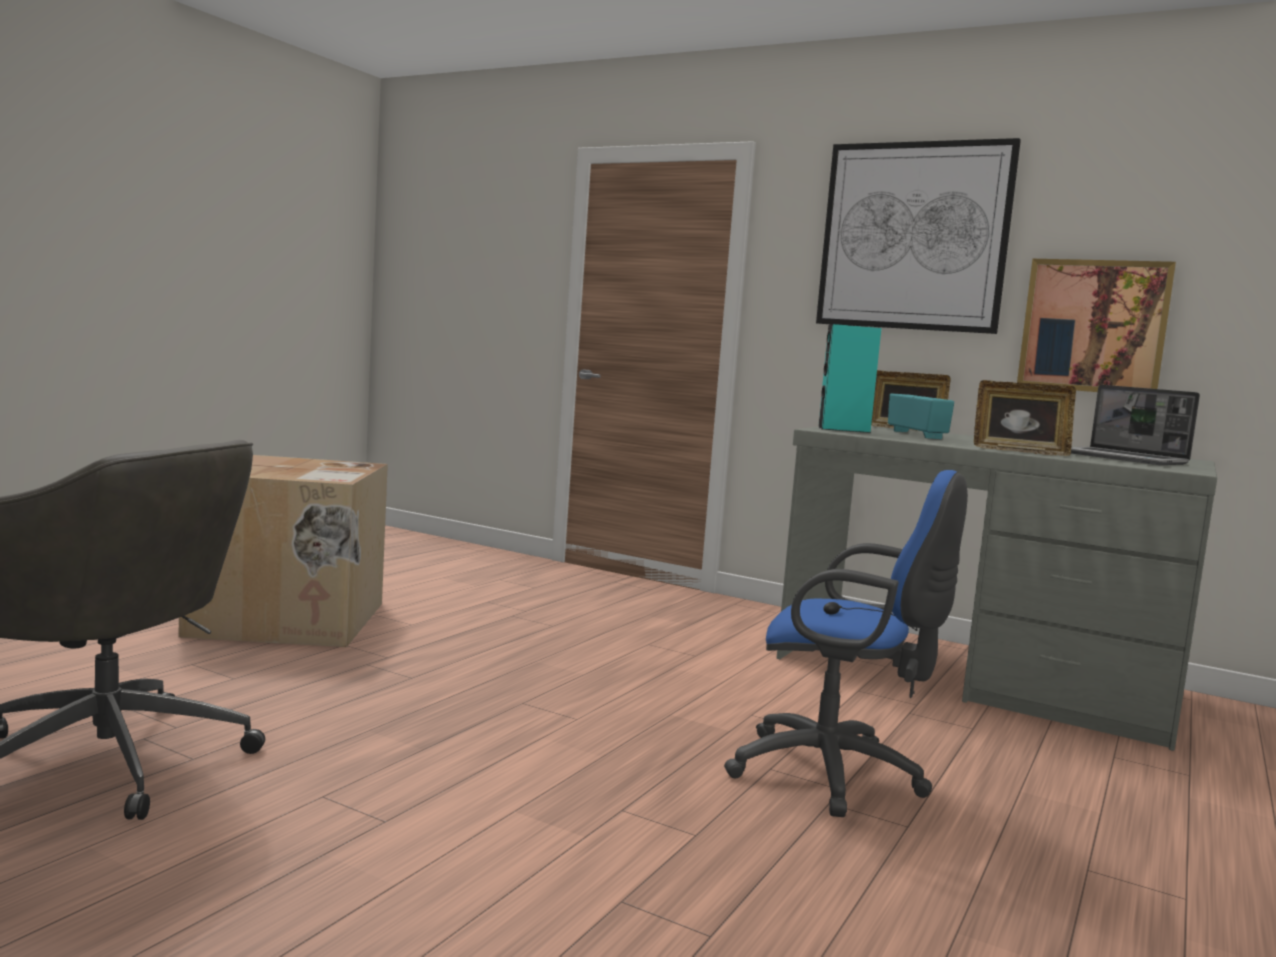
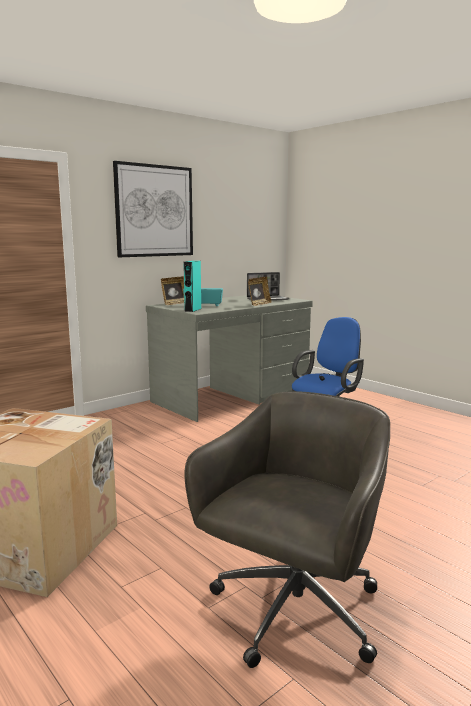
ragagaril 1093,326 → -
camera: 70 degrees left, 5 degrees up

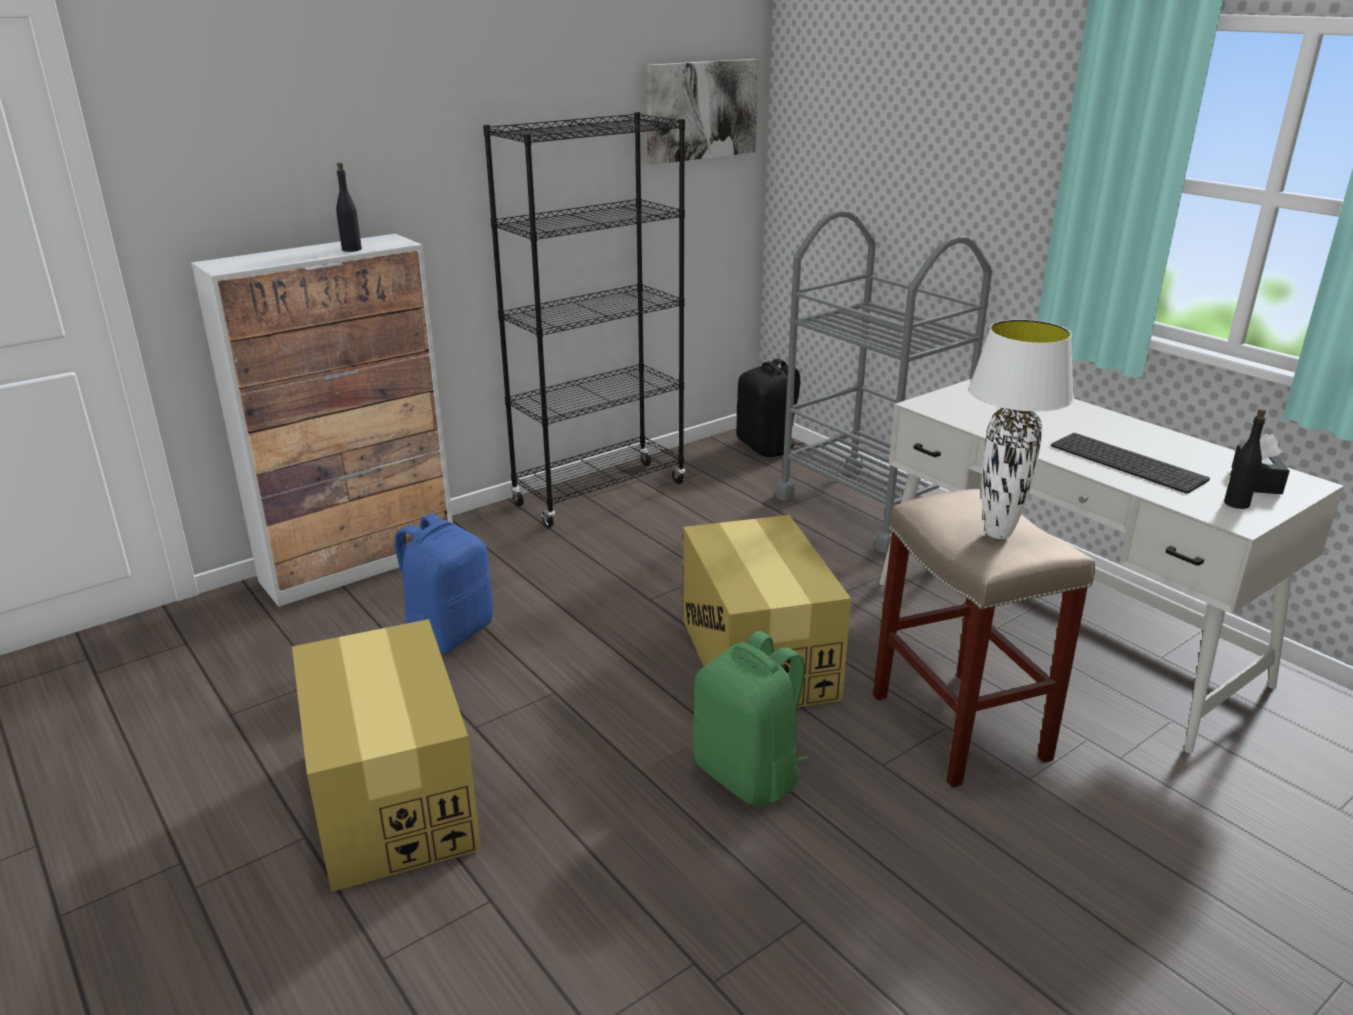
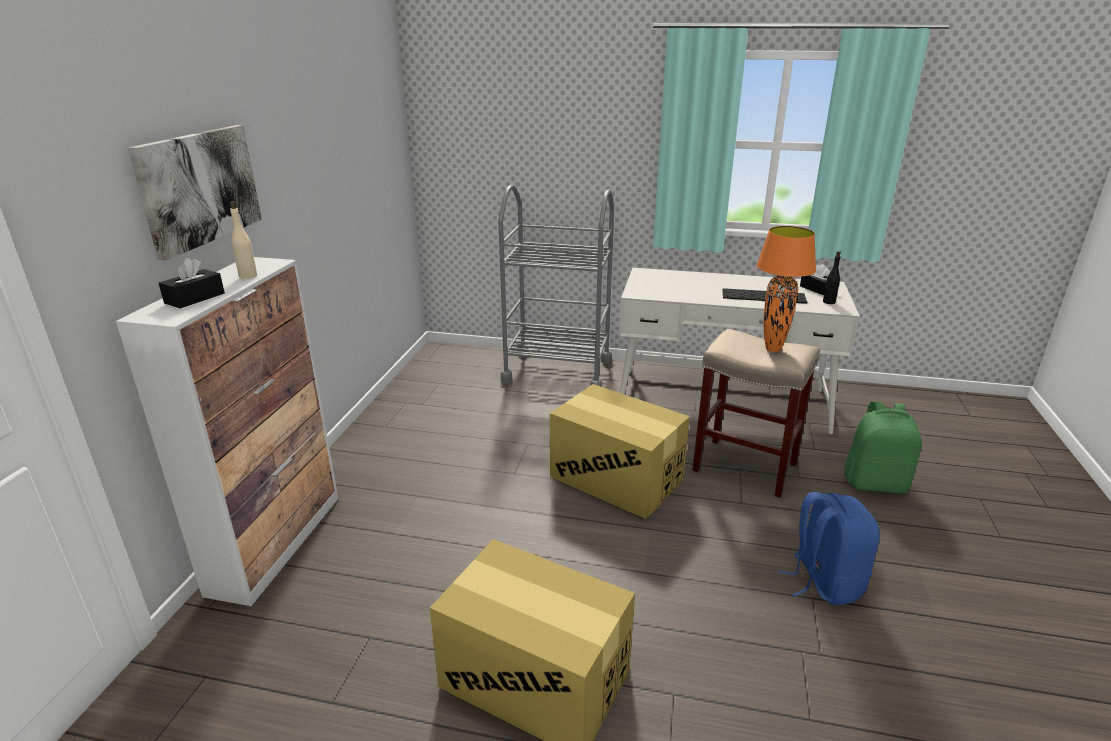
ragagaril 701,110 → ragagaril 199,188, moved
- → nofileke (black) 195,298
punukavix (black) 351,249 → punukavix (beige) 248,276
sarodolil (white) 998,534 → sarodolil (orange) 773,349
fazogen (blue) 448,633 → fazogen (blue) 823,581, moved
fazogen (green) 749,775 → fazogen (green) 875,483, moved
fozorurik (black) 600,494 → -
fazogen (black) 767,447 → -
camera: 40 degrees left, 0 degrees up

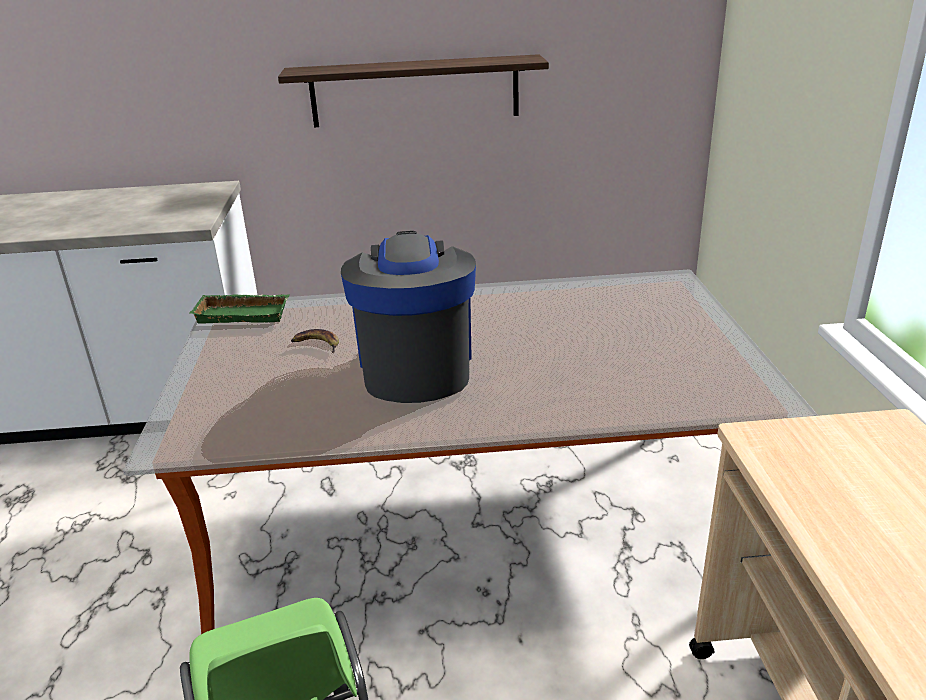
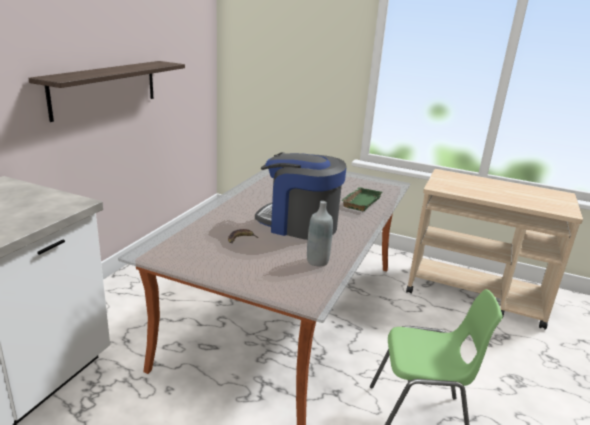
- → punukavix (grey) 317,261
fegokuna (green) 244,313 → fegokuna (green) 360,201, moved
camera: 65 degrees left, 5 degrees down

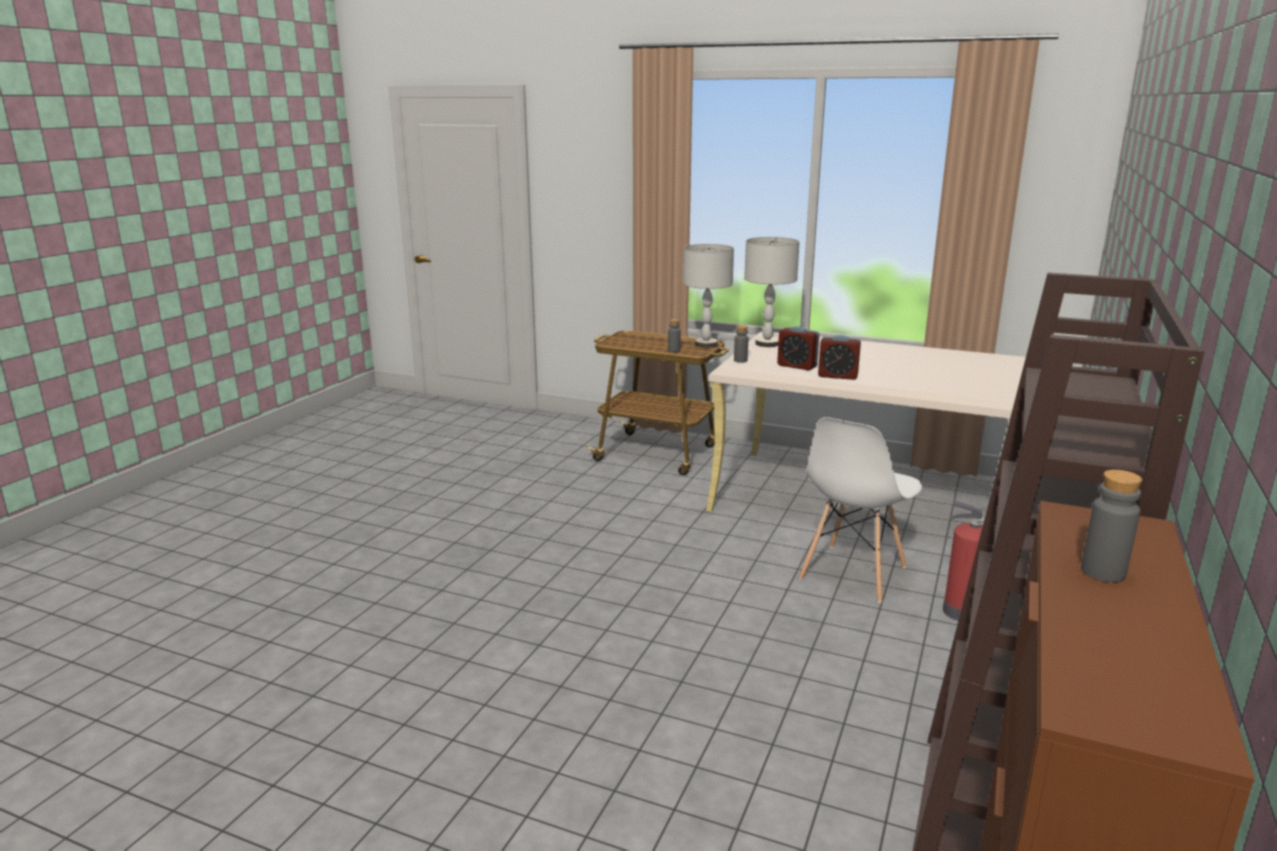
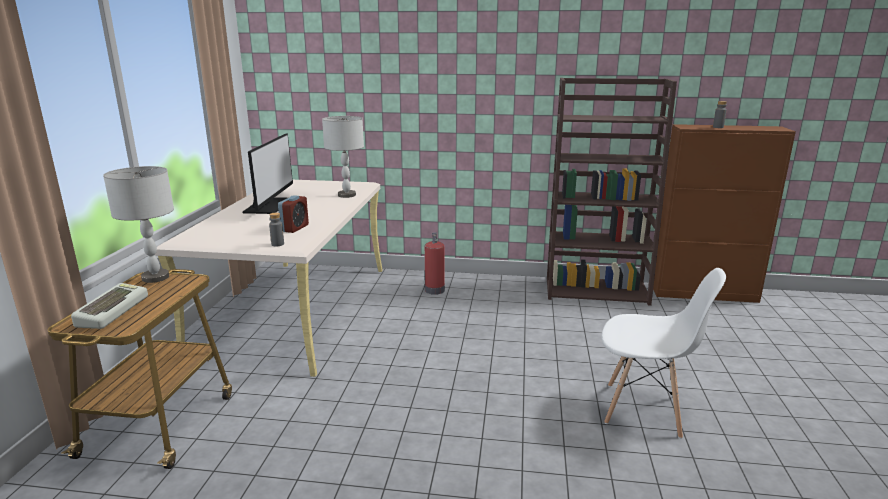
- → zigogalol 112,311
- → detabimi 269,206
sarodolil (grey) 767,344 → sarodolil (grey) 347,195, moved
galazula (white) 852,573 → galazula (white) 644,410, moved
punukavix (grey) 674,351 → -
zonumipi 837,376 → -
camera: 105 degrees left, 0 degrees up

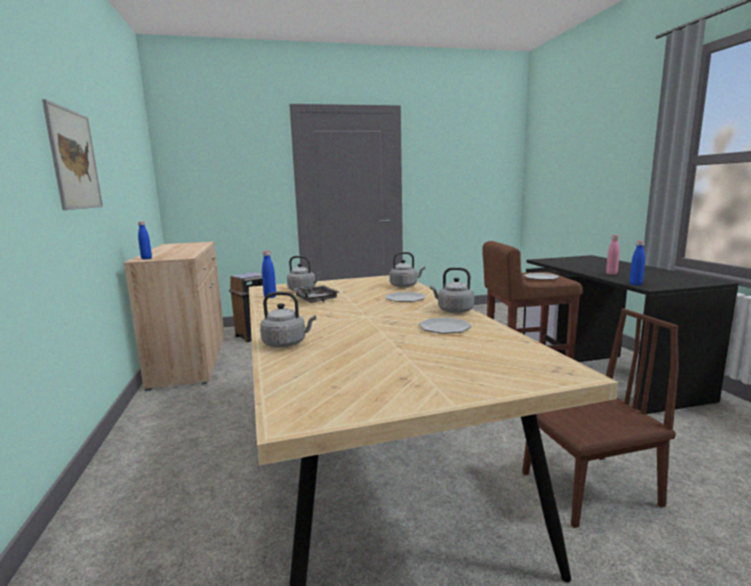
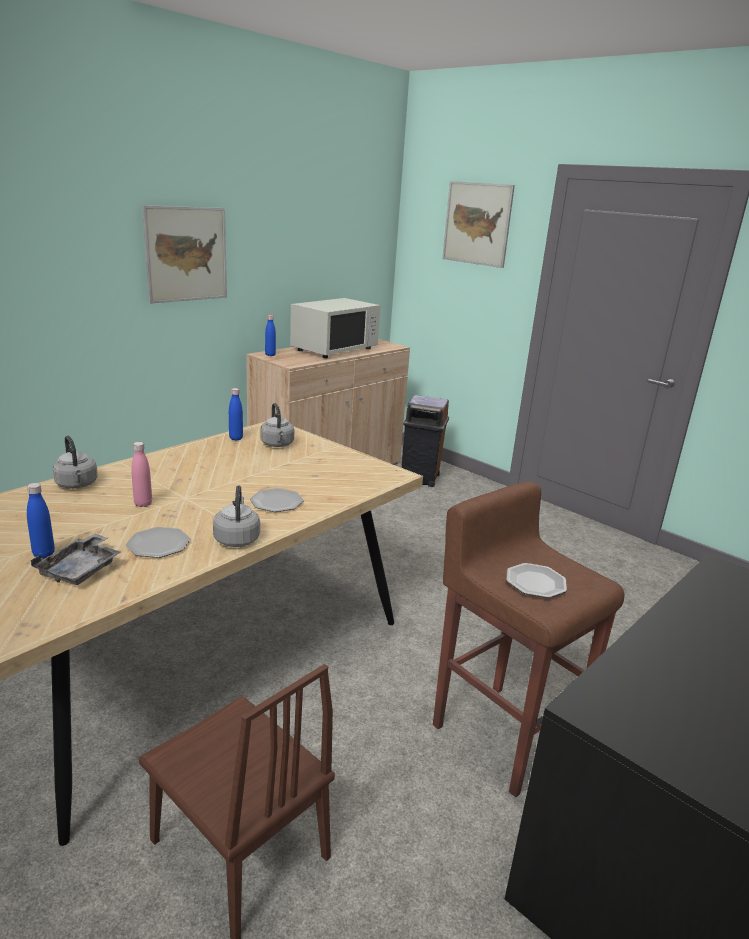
punukavix (blue) 635,284 → punukavix (blue) 44,554, moved
fegokuna (grey) 315,299 → fegokuna (grey) 81,569, moved
punukavix (pink) 611,274 → punukavix (pink) 143,504, moved
- → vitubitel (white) 334,349
- → ragagaril 477,224
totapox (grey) 405,286 → -
camera: 55 degrees right, 10 degrees up

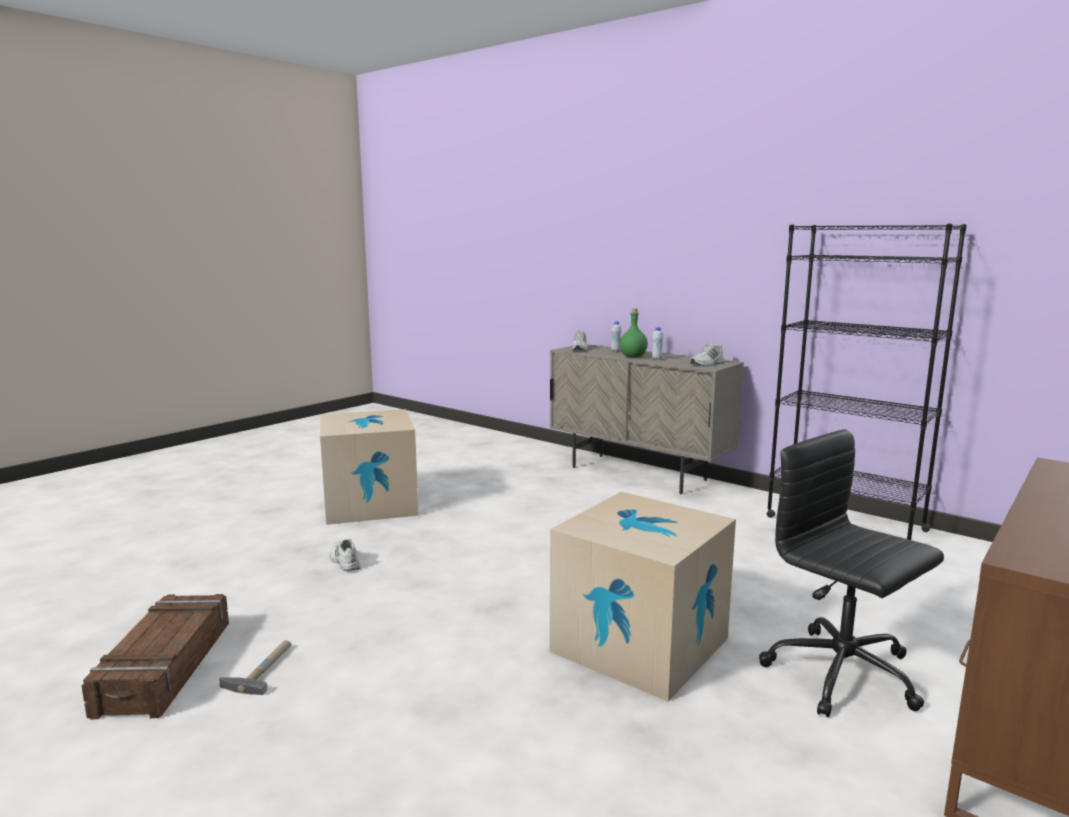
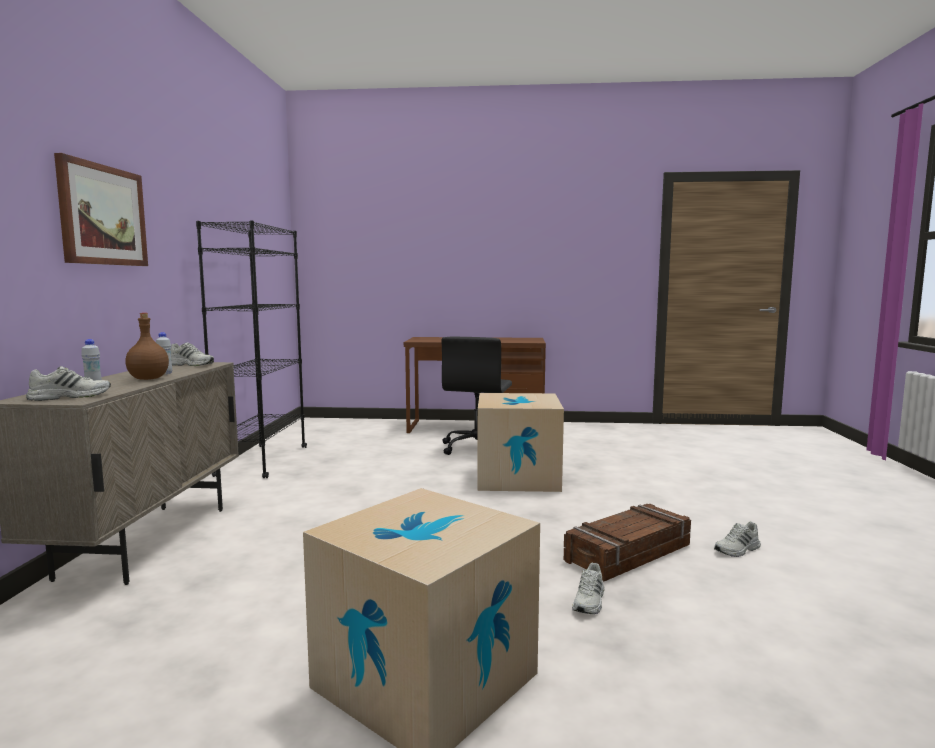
- → ragagaril 102,215
punukavix (green) 633,356 → punukavix (brown) 149,379
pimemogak 164,667 → pimemogak 629,553, moved
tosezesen 263,669 → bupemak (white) 738,550
camera: 125 degrees left, 5 degrees down

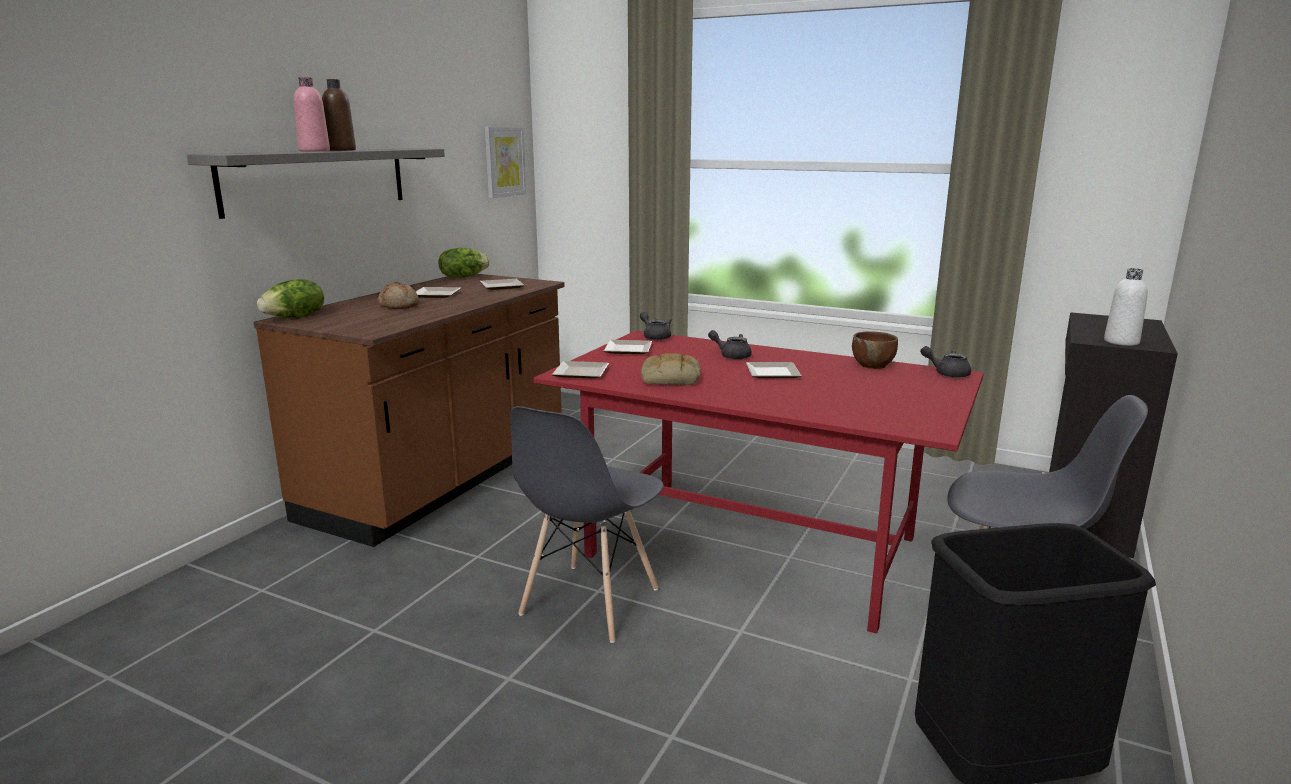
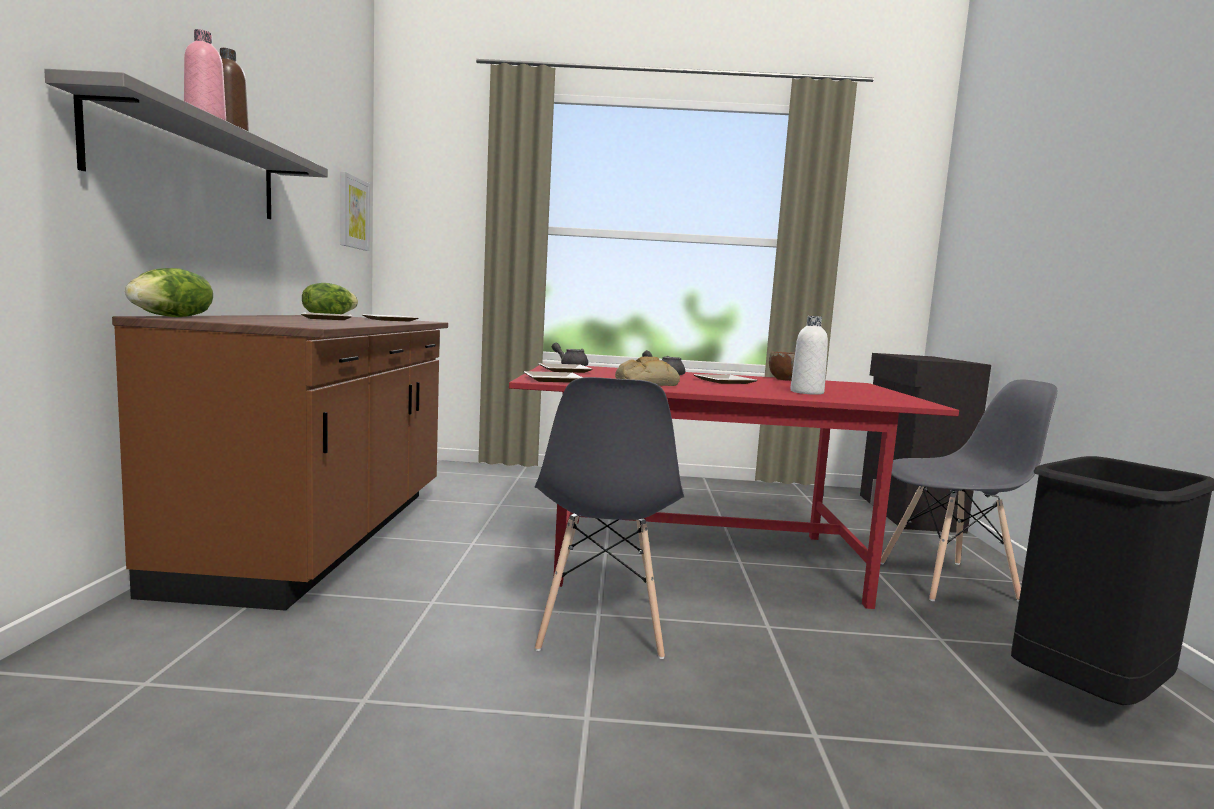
punukavix (white) 1121,342 → punukavix (white) 807,392, moved
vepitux 399,305 → -
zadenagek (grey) 947,373 → -
camera: 25 degrees left, 10 degrees down

